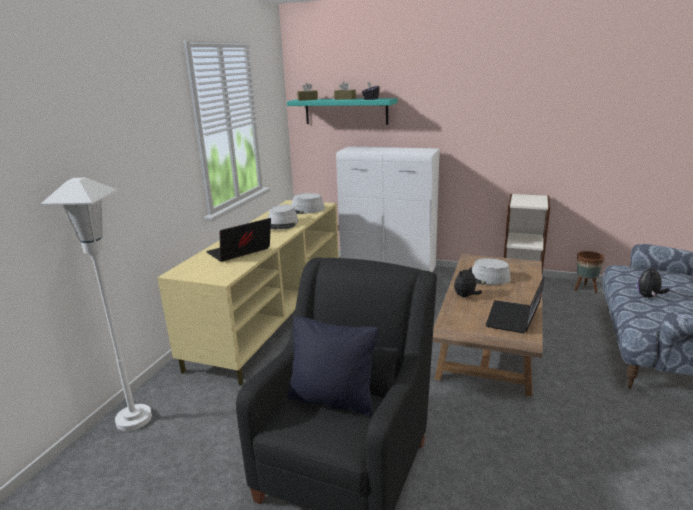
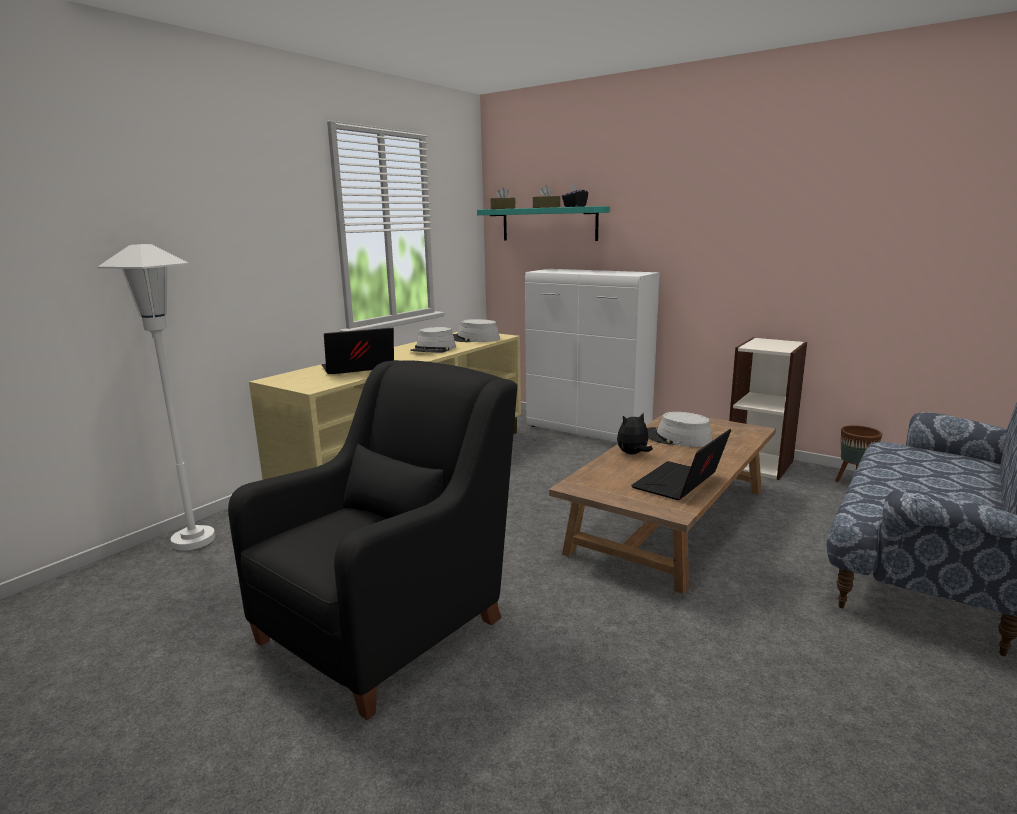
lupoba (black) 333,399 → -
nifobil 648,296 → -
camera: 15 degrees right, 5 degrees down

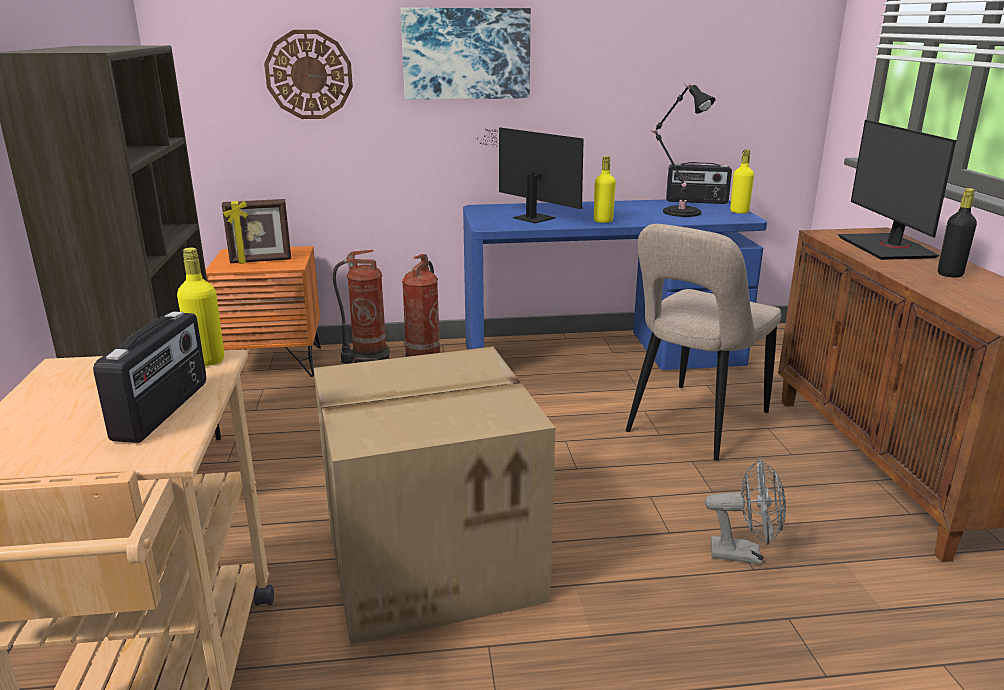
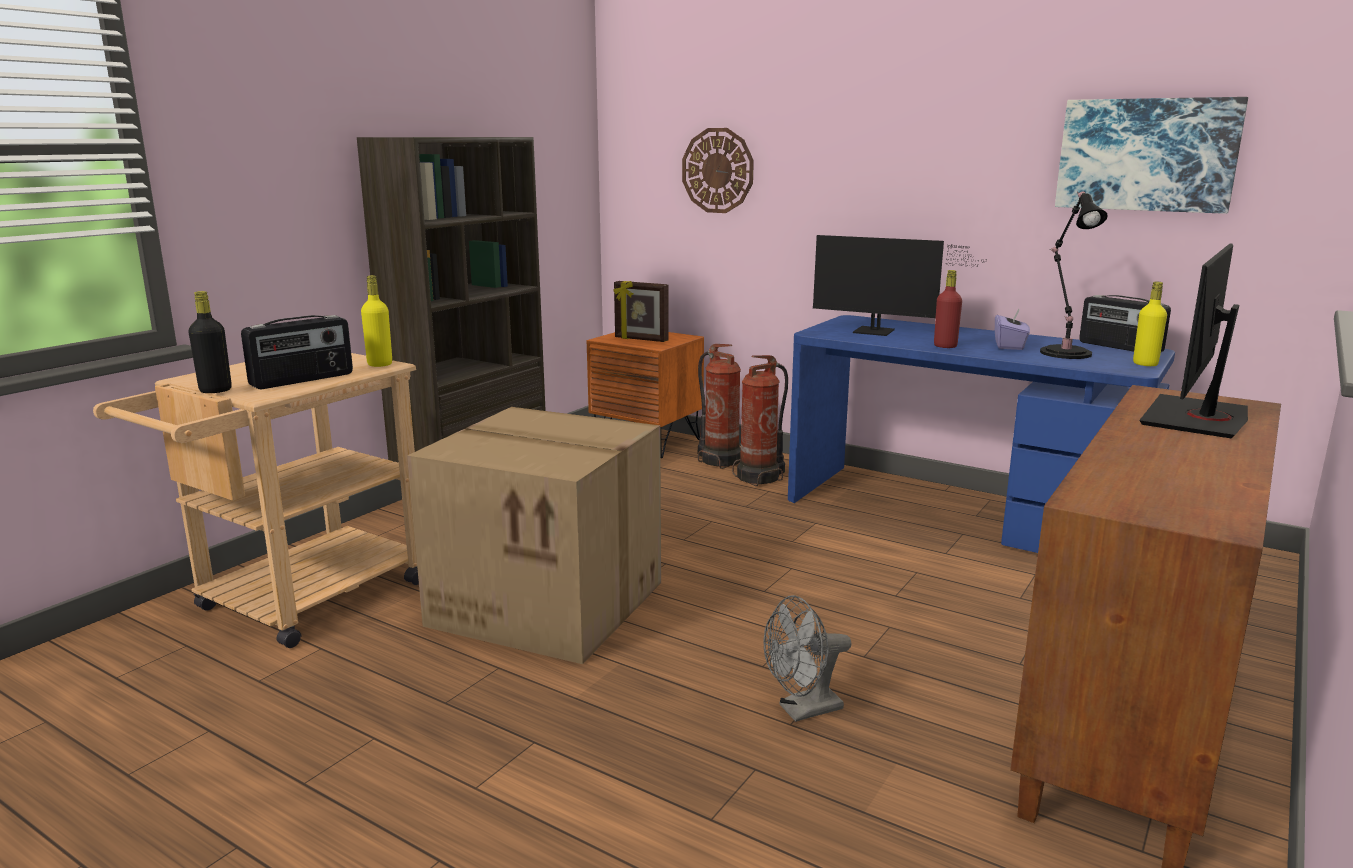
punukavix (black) 950,274 → punukavix (black) 215,390, moved
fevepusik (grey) 744,554 → fevepusik (grey) 802,710, 105 degrees clockwise
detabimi 531,217 → detabimi 879,332, 120 degrees clockwise
punukavix (yellow) 603,221 → punukavix (red) 945,346
- → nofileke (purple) 1009,345
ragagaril 466,54 → ragagaril 1146,155, moved
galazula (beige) 693,424 → -
camera: 40 degrees right, 5 degrees down

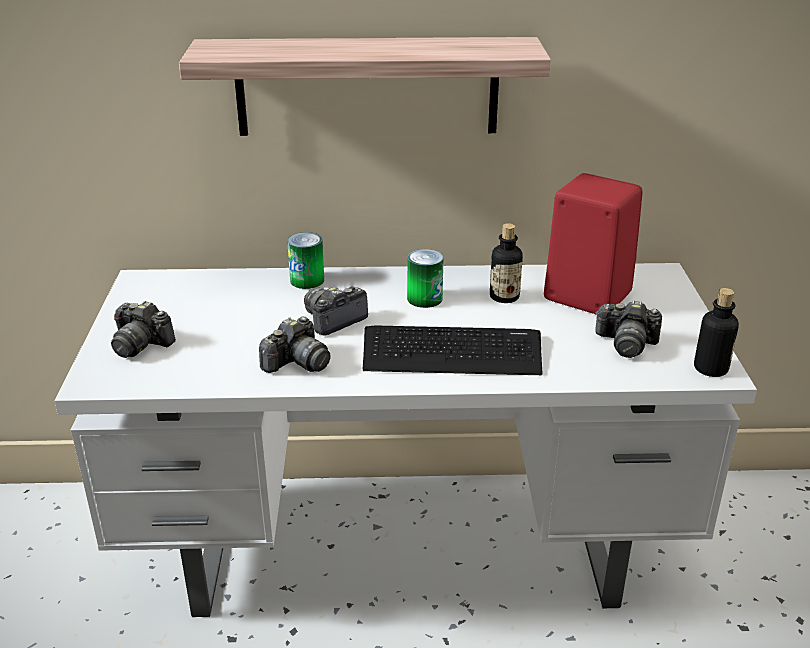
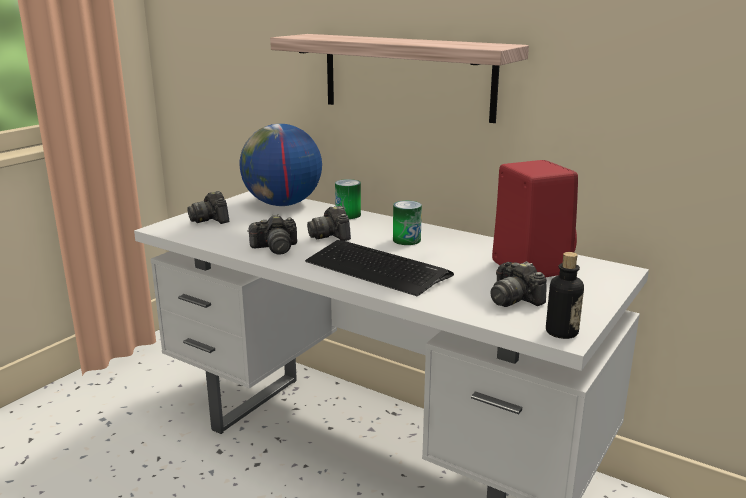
- → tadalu 282,204
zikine 333,320 → zikine 331,235, 105 degrees counterclockwise
punukavix 504,297 → -
camera: 35 degrees right, 10 degrees down

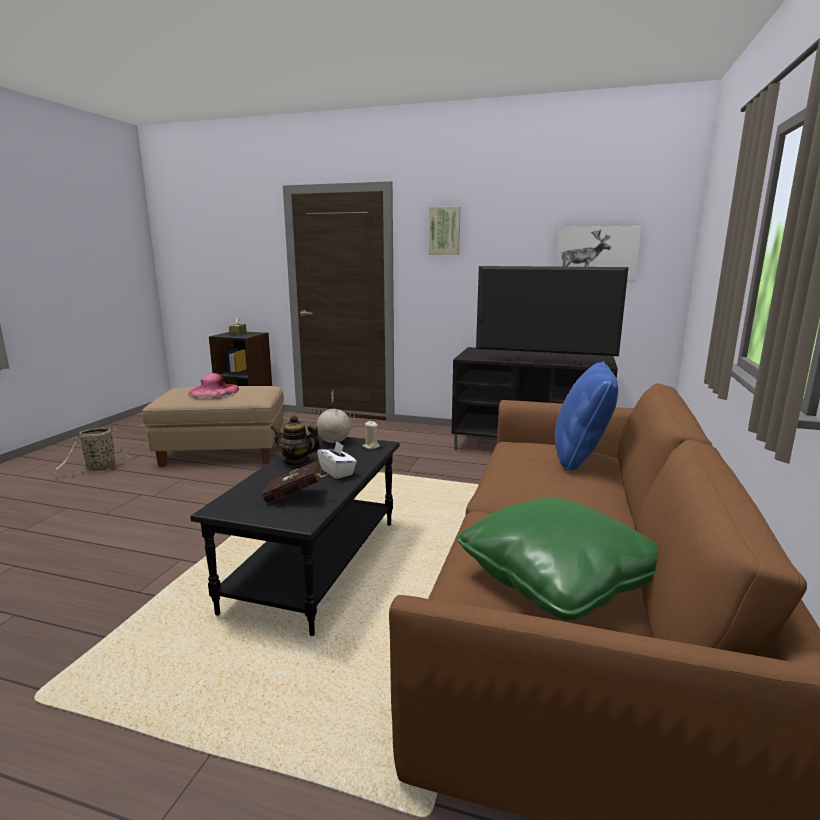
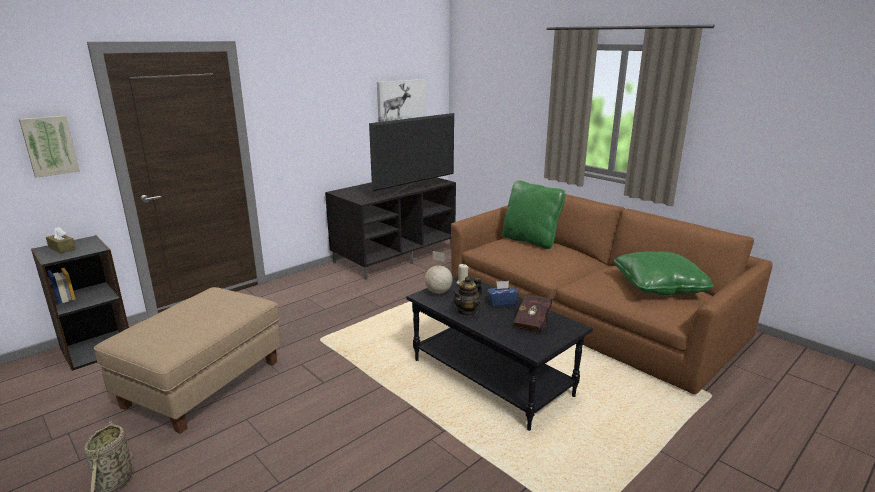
ragagaril 444,231 → ragagaril 50,145, moved
nofileke (white) 337,472 → nofileke (blue) 502,302
lupoba (blue) 581,457 → lupoba (green) 530,240
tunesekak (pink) 214,390 → -
camera: 60 degrees left, 5 degrees up

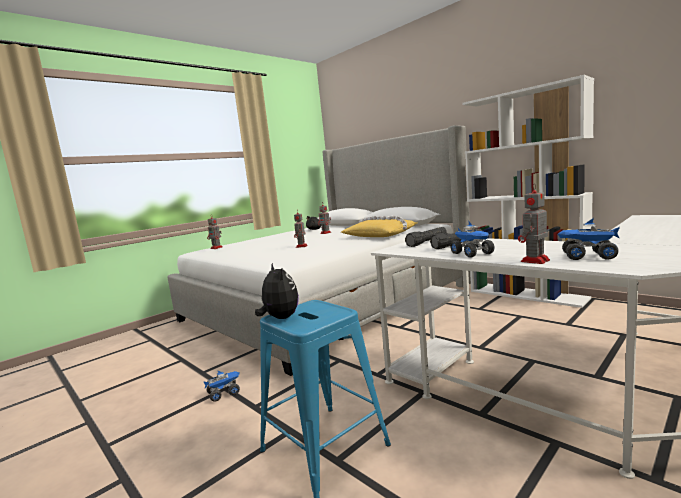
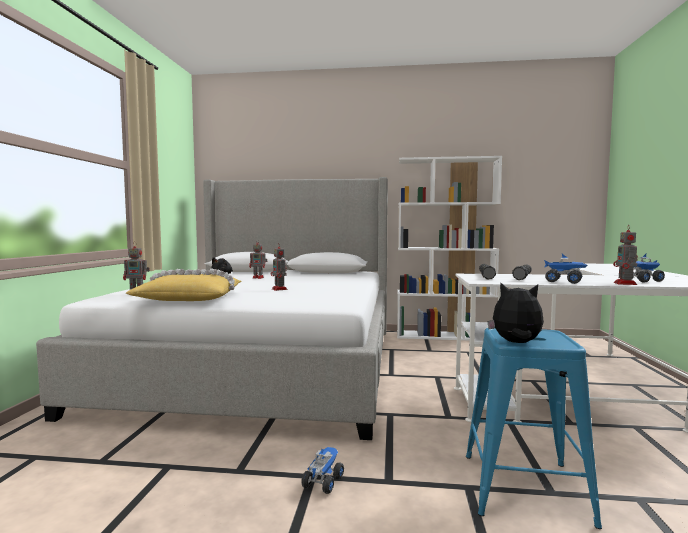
lupoba (yellow) 381,235 → lupoba (yellow) 190,298, moved
camera: 40 degrees left, 5 degrees down

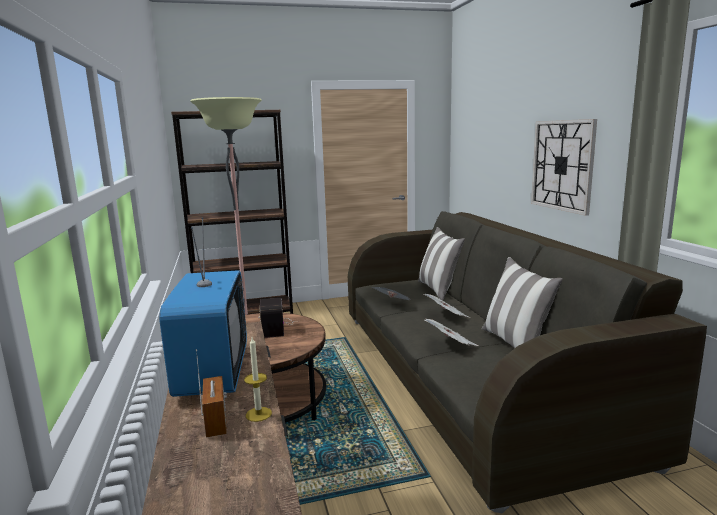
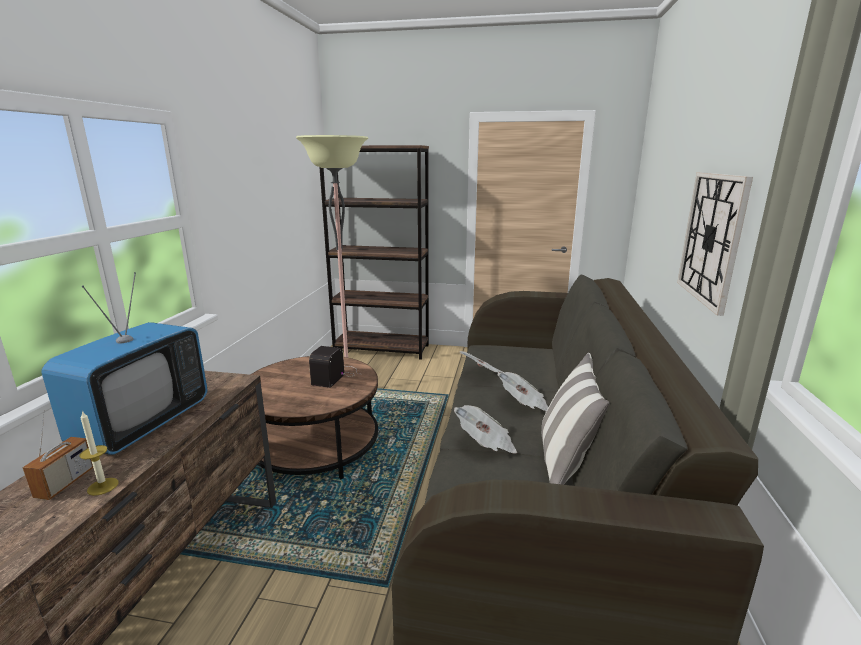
lupoba 439,290 → -
camera: 25 degrees right, 5 degrees up

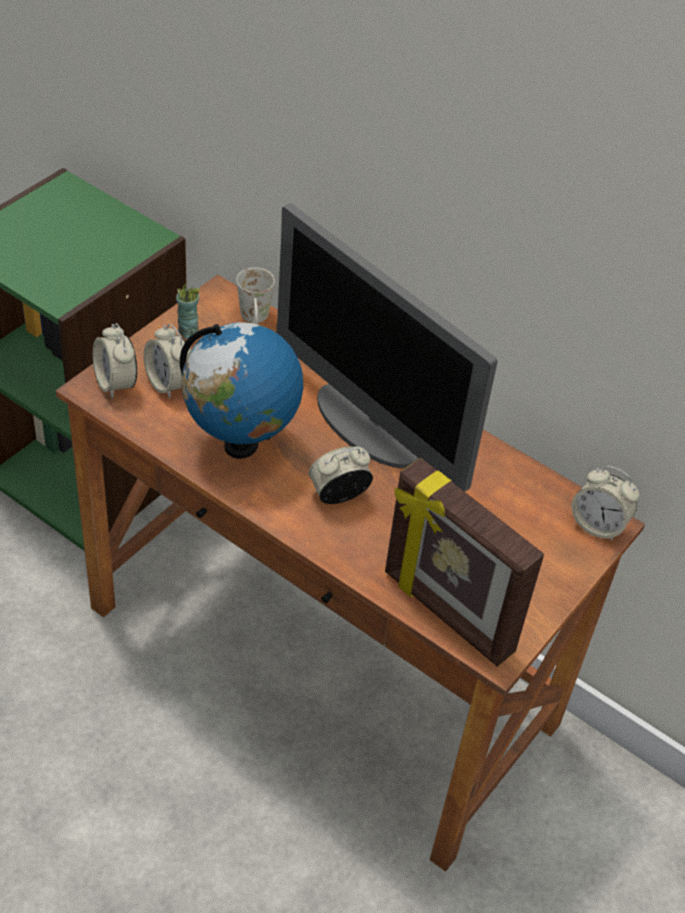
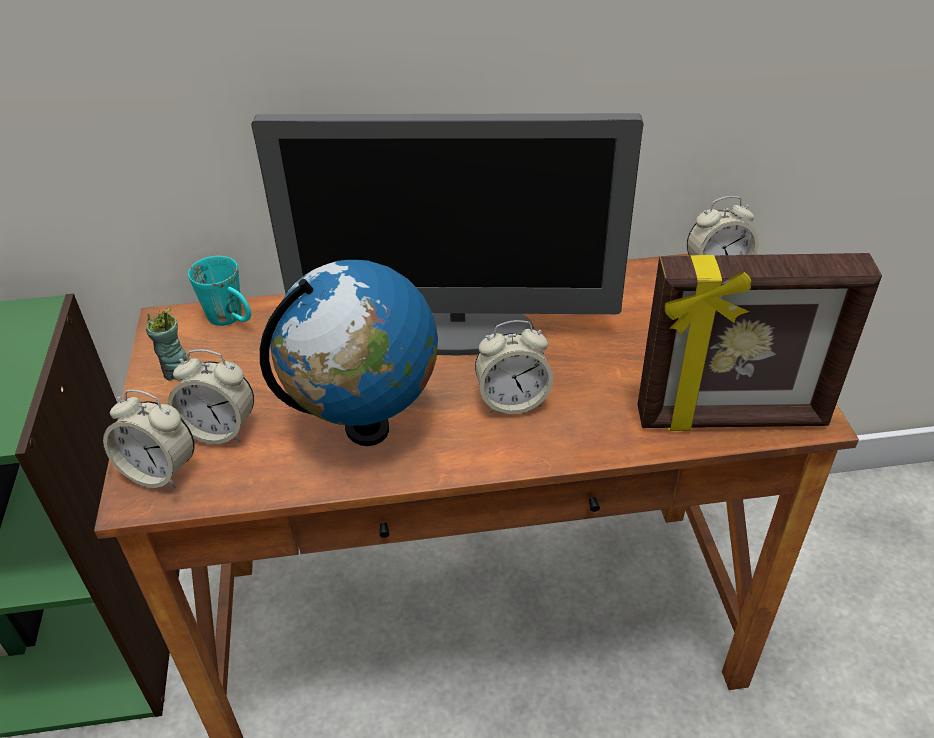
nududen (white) 255,320 → nududen (turquoise) 232,319
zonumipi 338,495 → zonumipi 512,400, 120 degrees counterclockwise
camera: 40 degrees left, 5 degrees down

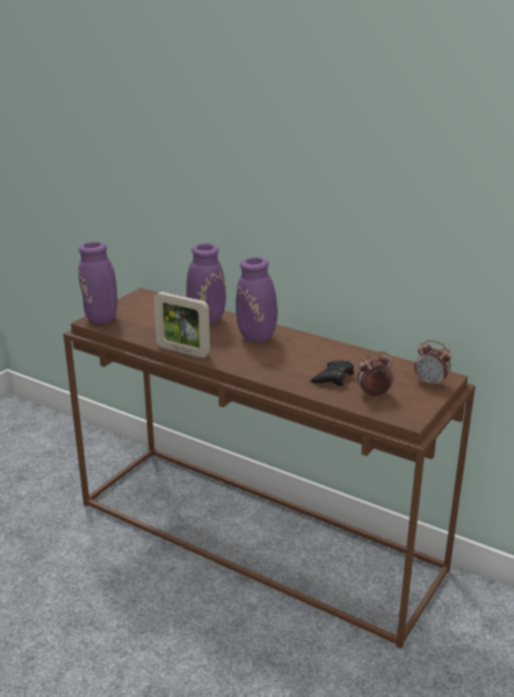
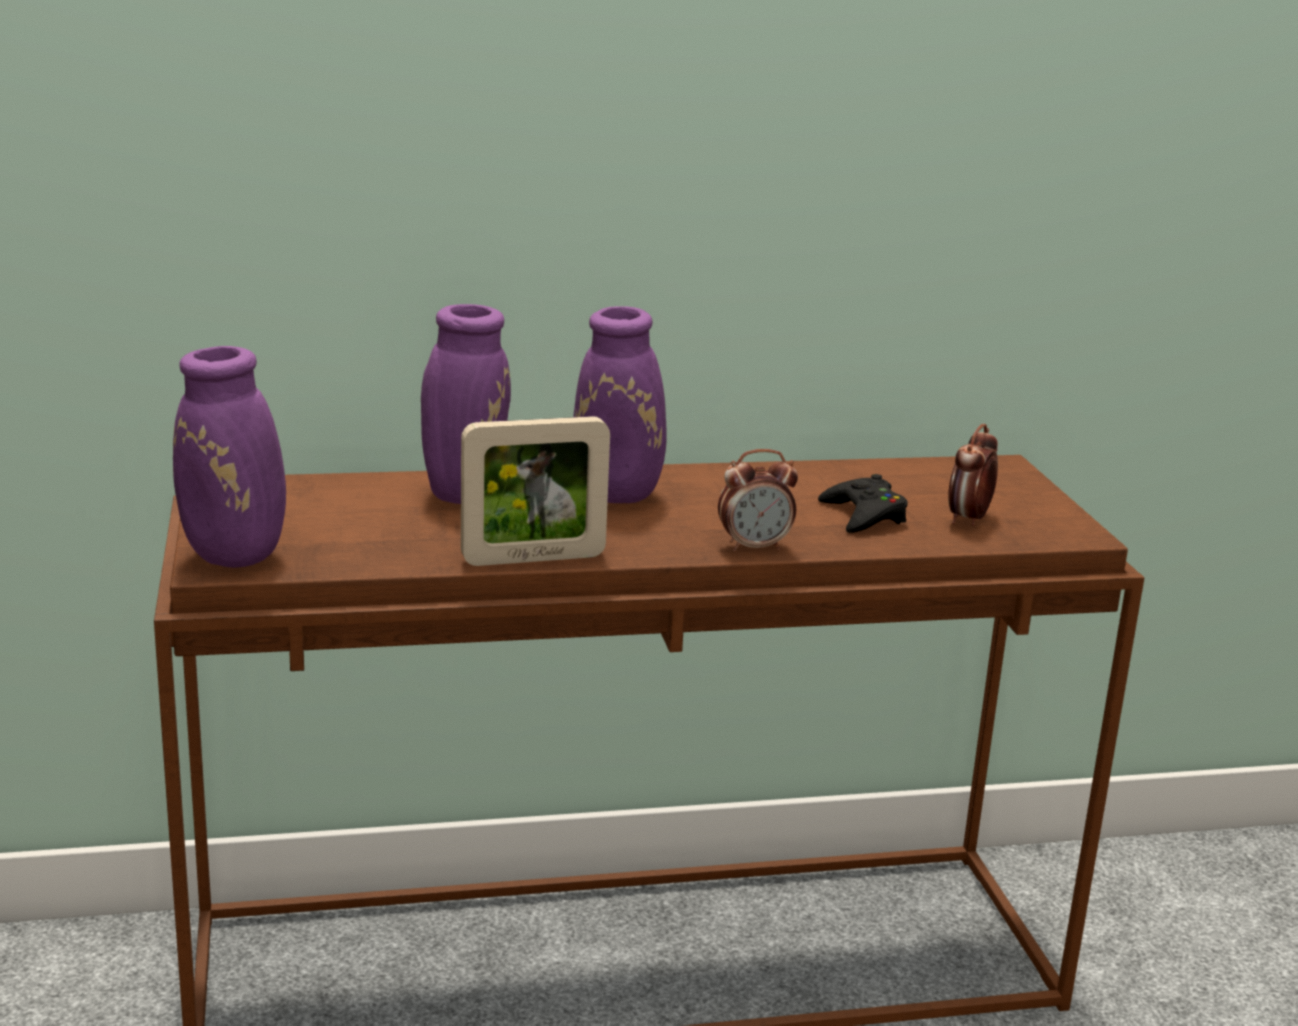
zonumipi 430,383 → zonumipi 754,547, moved
camera: 45 degrees left, 5 degrees down

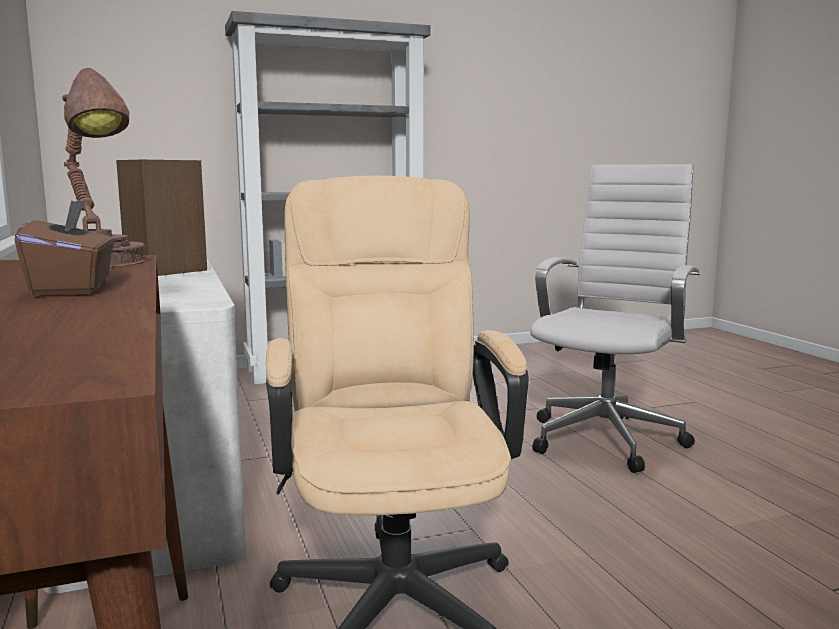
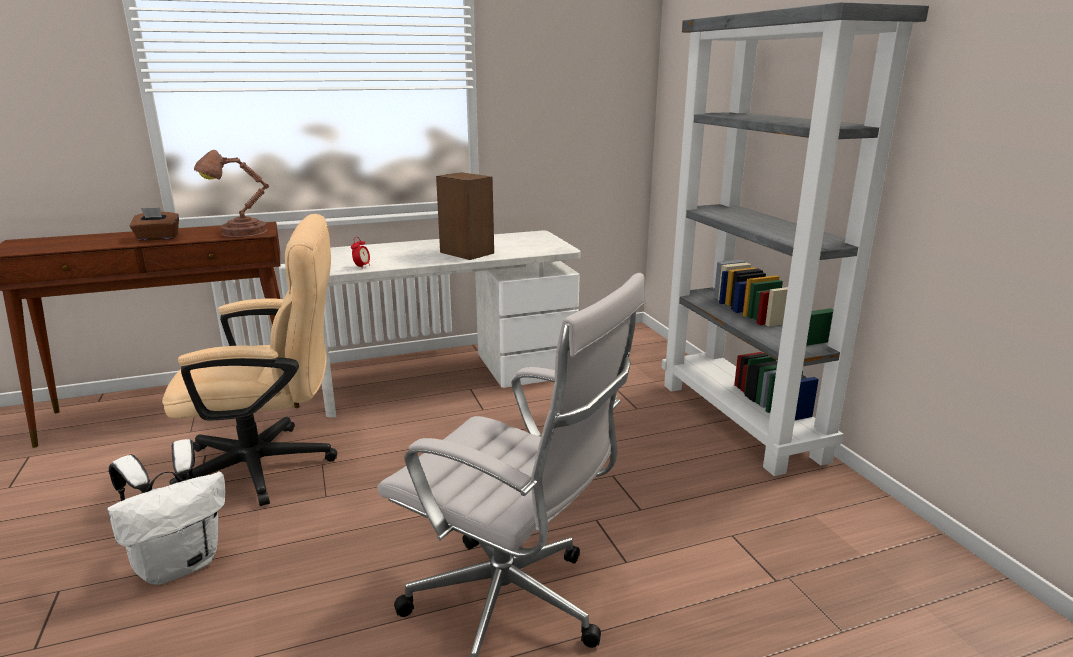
- → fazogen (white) 181,563
- → zonumipi 362,267
camera: 90 degrees right, 10 degrees up

